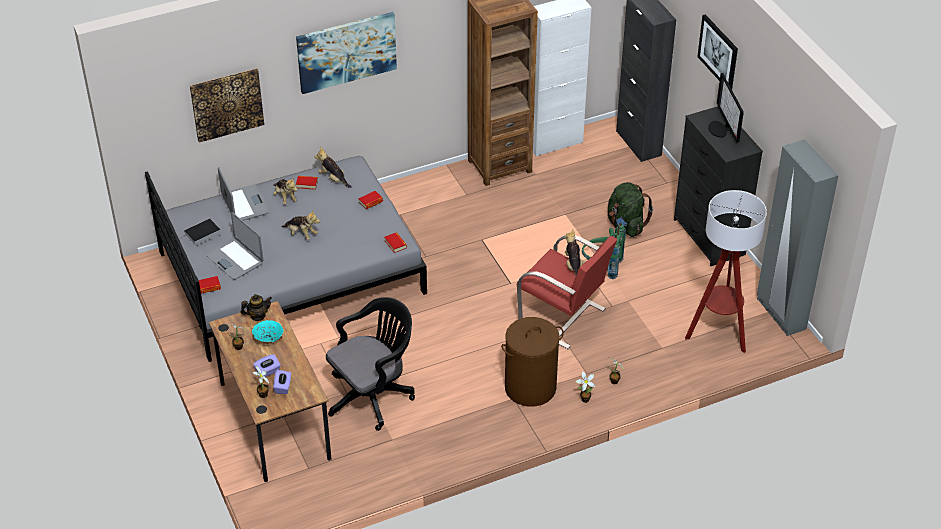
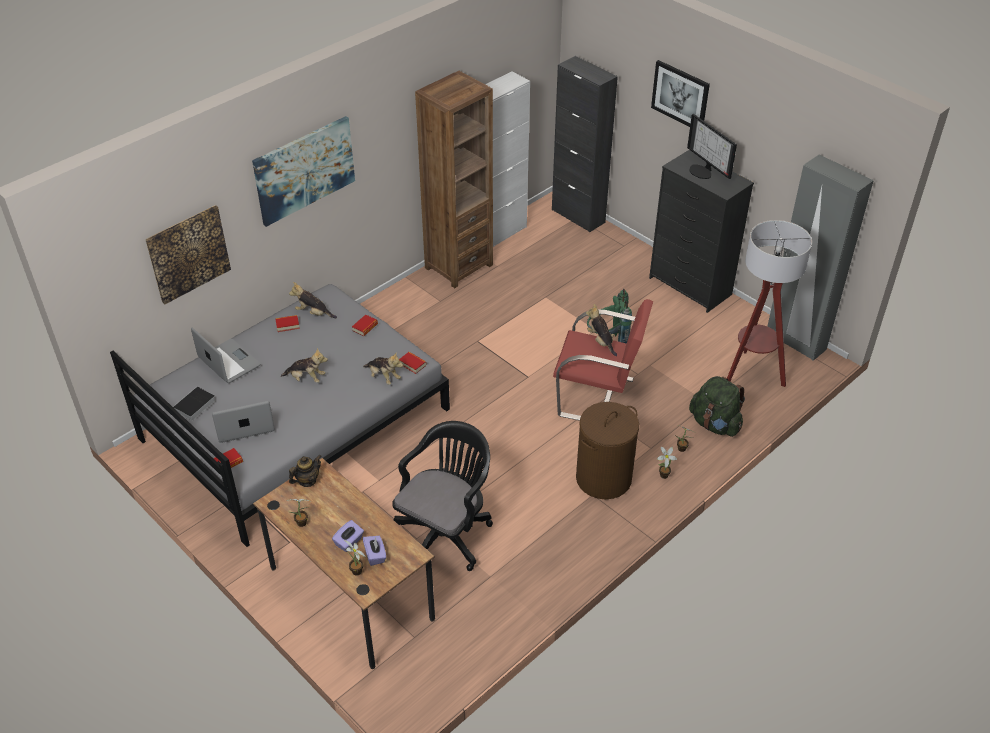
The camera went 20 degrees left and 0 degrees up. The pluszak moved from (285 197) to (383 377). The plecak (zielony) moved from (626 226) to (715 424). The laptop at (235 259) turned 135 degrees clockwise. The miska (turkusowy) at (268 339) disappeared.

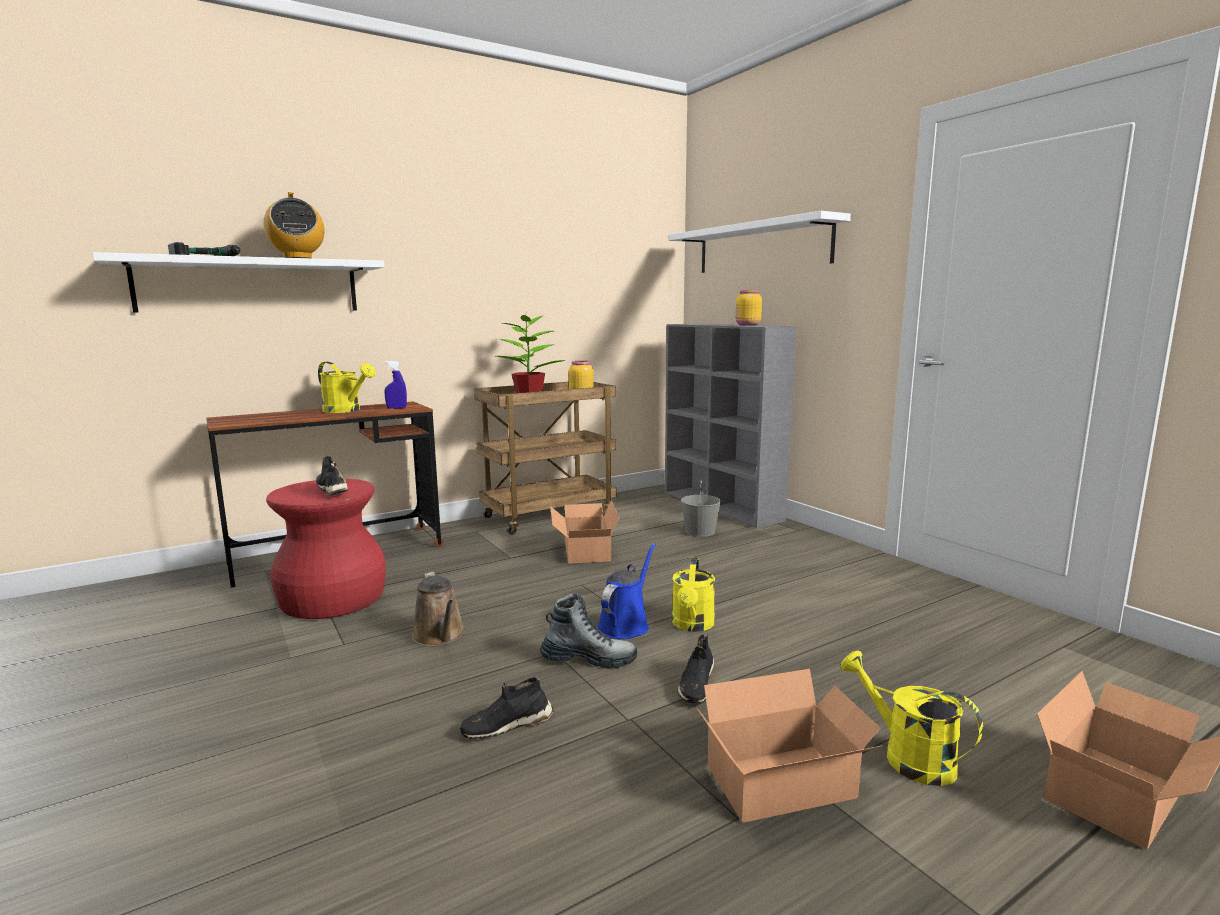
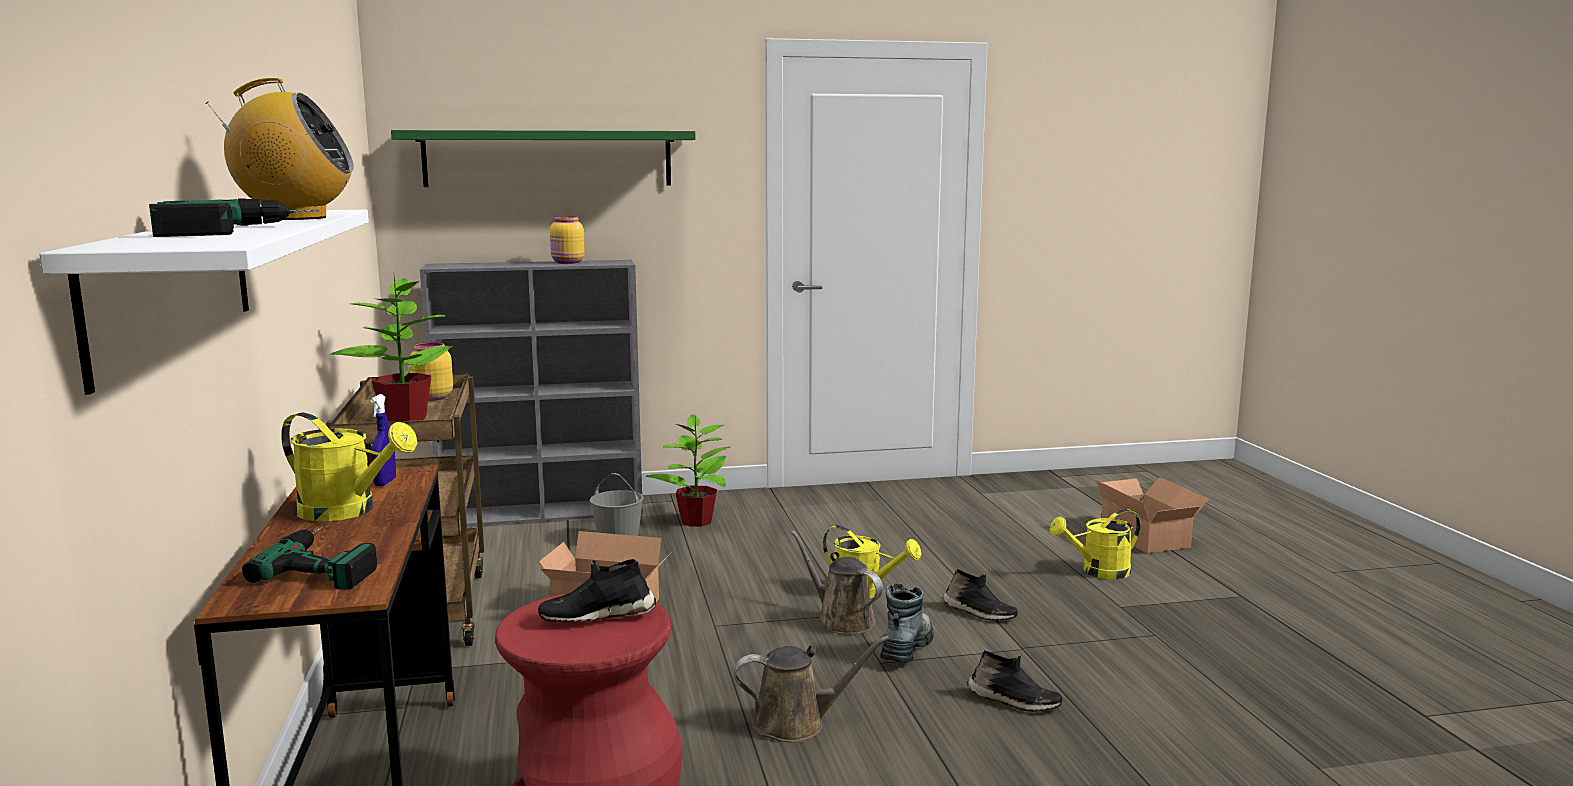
The camera went 70 degrees left and 0 degrees up. The półka (biały) at (761 247) became the półka (zielony) at (548 158). The konewka (żółty) at (346 411) turned 60 degrees clockwise. The konewka (niebieski) at (625 625) became the konewka (brązowy) at (841 620). The karton at (786 785) disappeared. The but (czarny) at (506 725) turned 60 degrees counterclockwise. The roślina doniczkowa at (696 521) appeared. The wiertarka at (329 563) appeared.

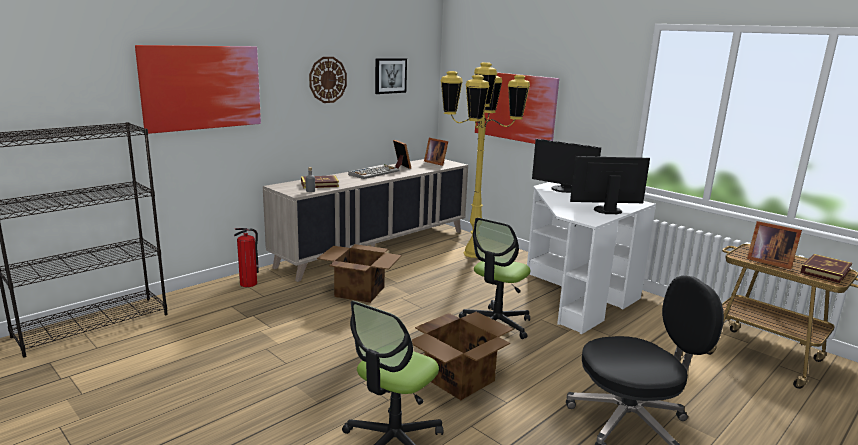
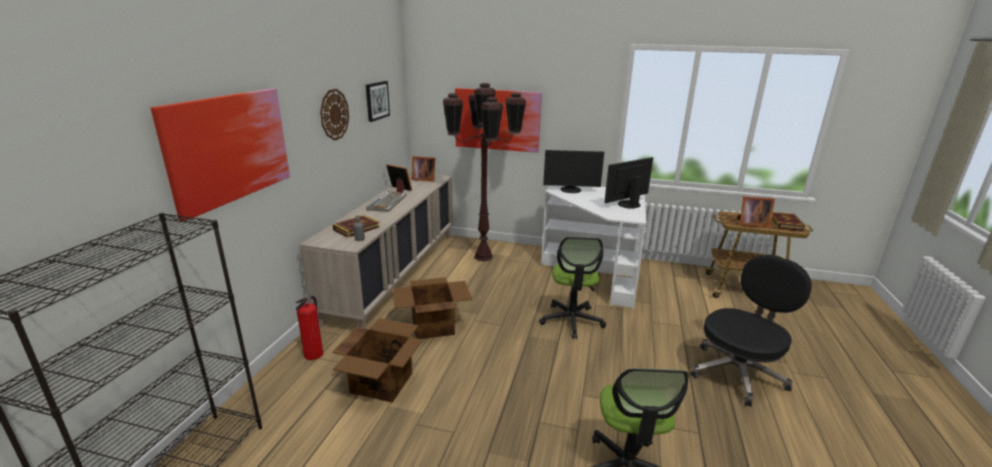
The camera went 30 degrees left and 5 degrees up. The lampa stojąca (żółty) at (474 254) became the lampa stojąca (brązowy) at (483 257). The karton moved from (460 379) to (382 382).

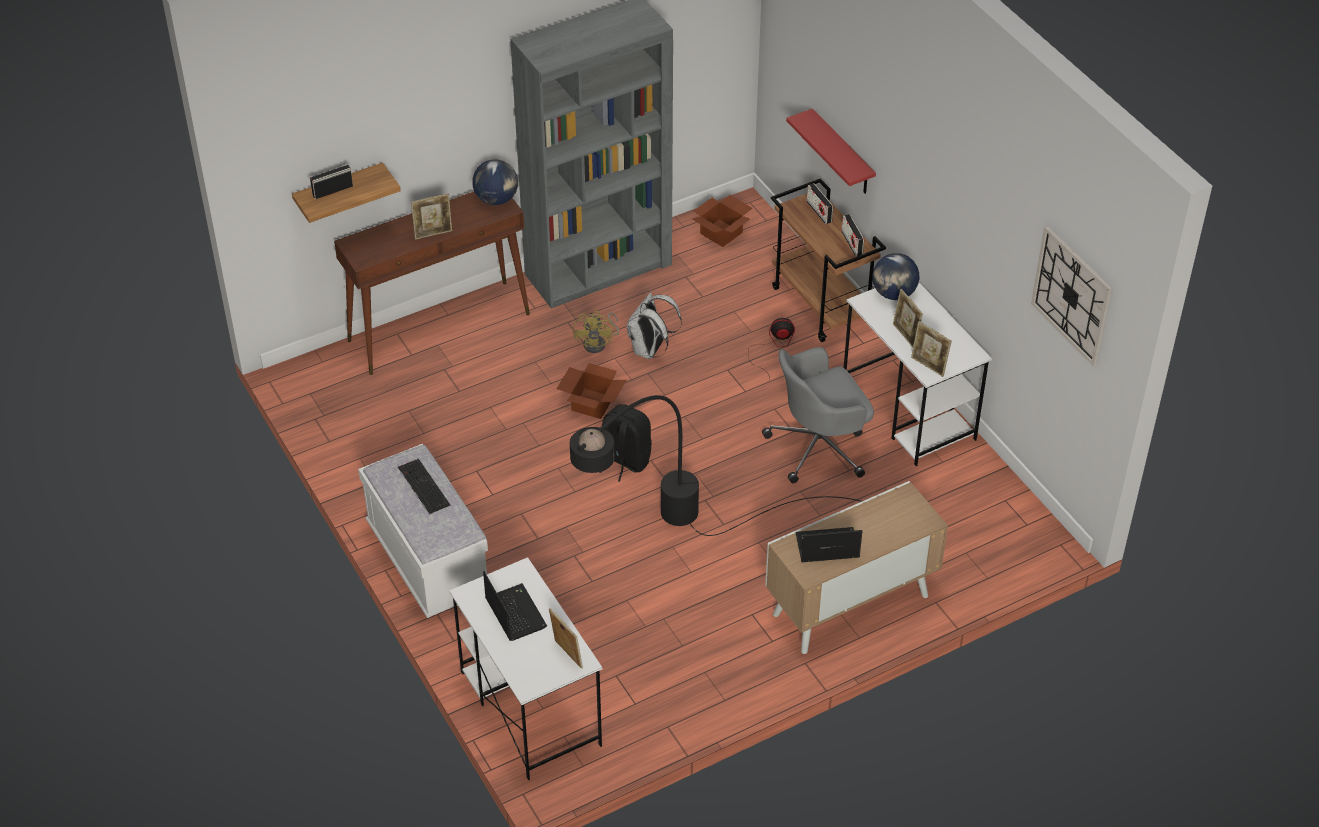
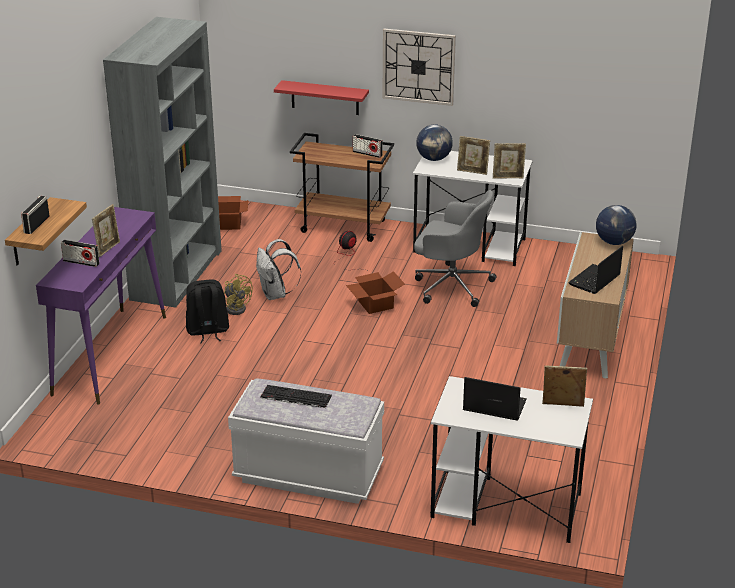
The camera went 45 degrees left and 15 degrees down. The globus moved from (496 199) to (614 242). The radio moved from (819 212) to (81 262). The stolik konsolowy (brązowy) at (440 327) became the stolik konsolowy (fioletowy) at (111 354). The zegar ścienny moved from (1072 295) to (418 66). The krzesło biurowe (szary) at (819 447) turned 90 degrees counterclockwise. The karton moved from (591 403) to (374 304). The lampa stojąca (czarny) at (672 550) disappeared. The plecak (czarny) moved from (624 461) to (207 331).

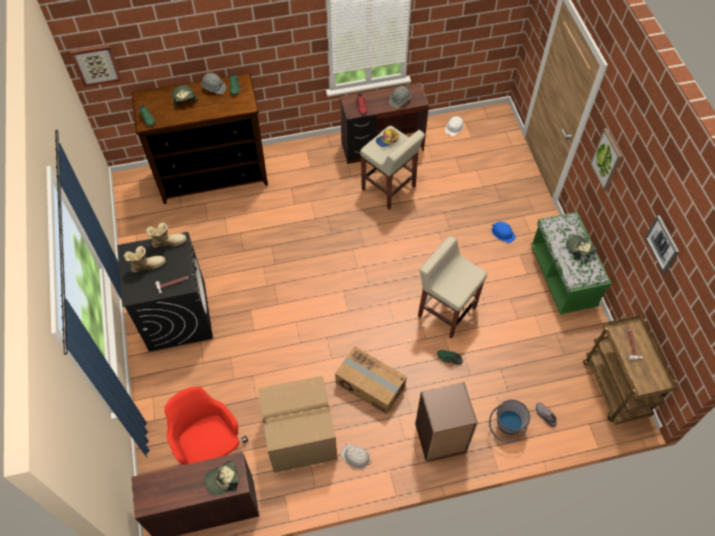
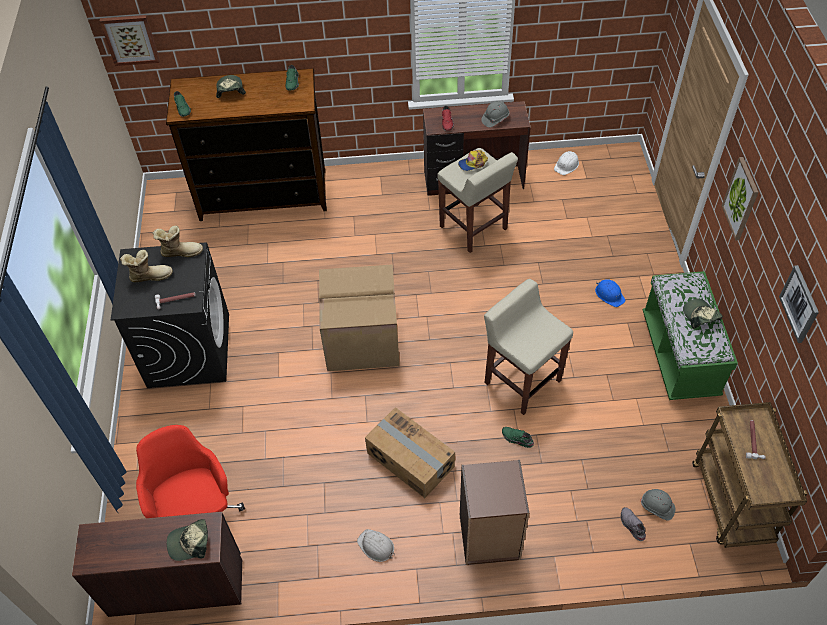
The camera went 10 degrees right and 5 degrees down. The kask (szary) moved from (214 88) to (657 507). The karton moved from (299 436) to (361 340). The wiadro (szary) at (506 428) disappeared.

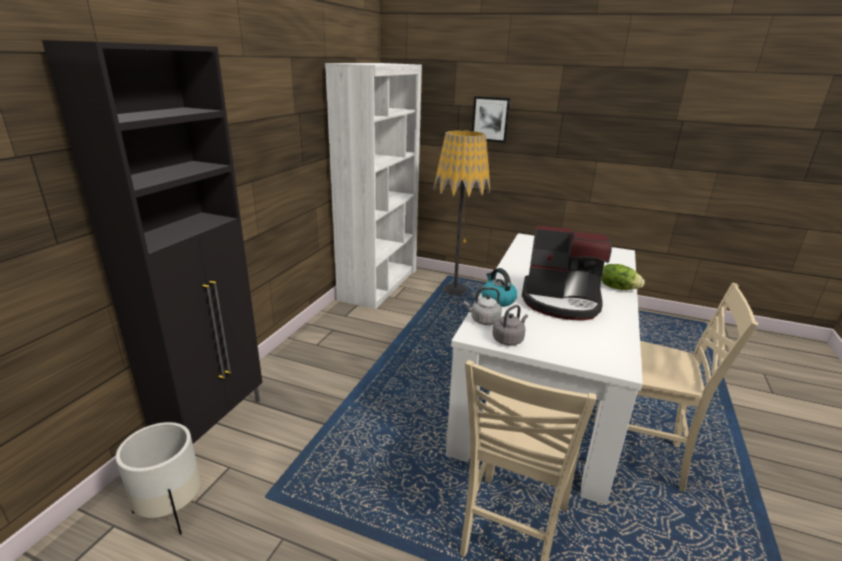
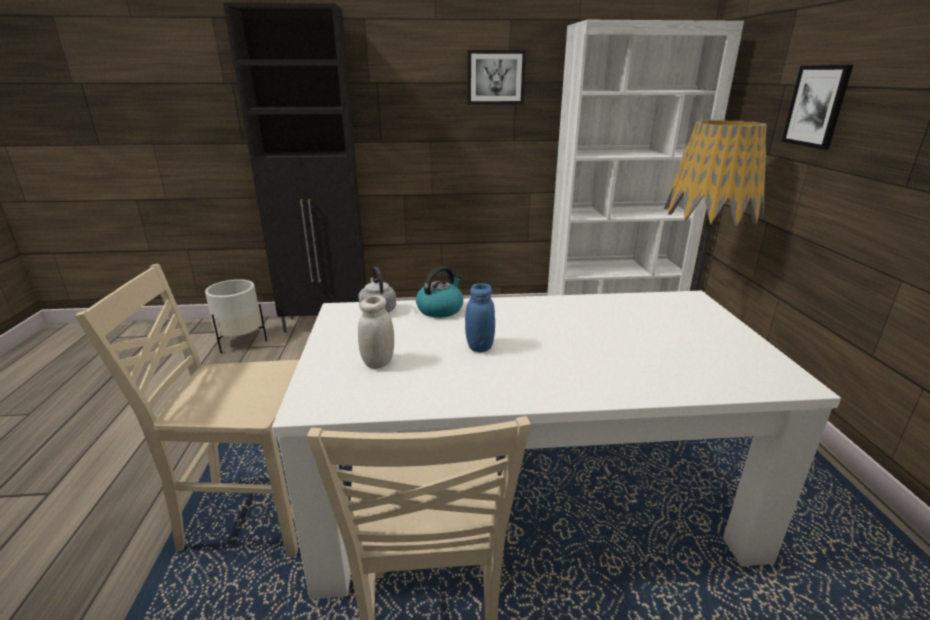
The camera went 65 degrees right and 0 degrees up. The ekspres do kawy at (561 301) was replaced by the słoik (niebieski) at (479 346). The sałata at (617 288) disappeared. The czajnik (szary) at (509 339) disappeared. The obraz at (495 77) appeared. The słoik (biały) at (378 362) appeared.

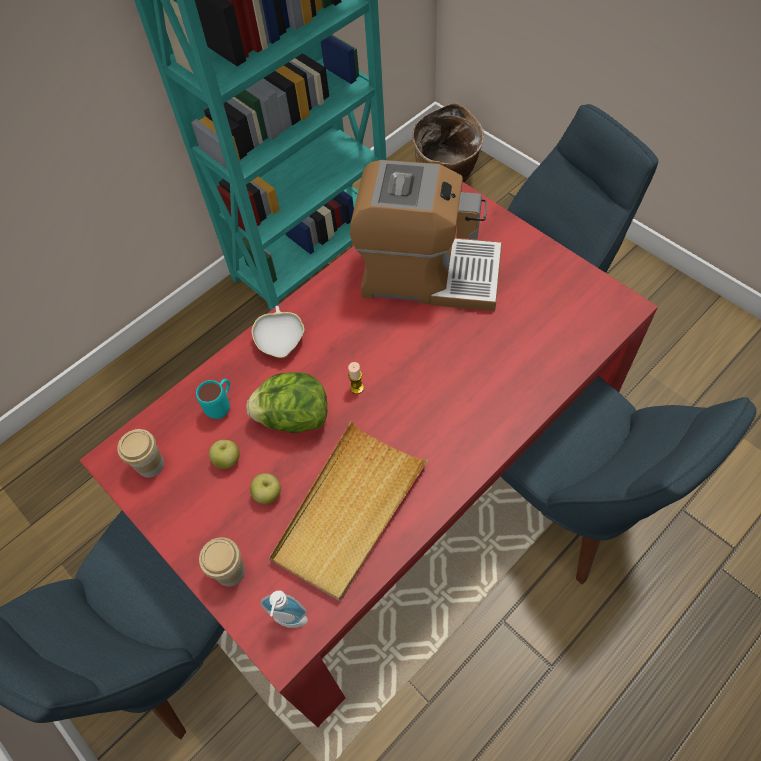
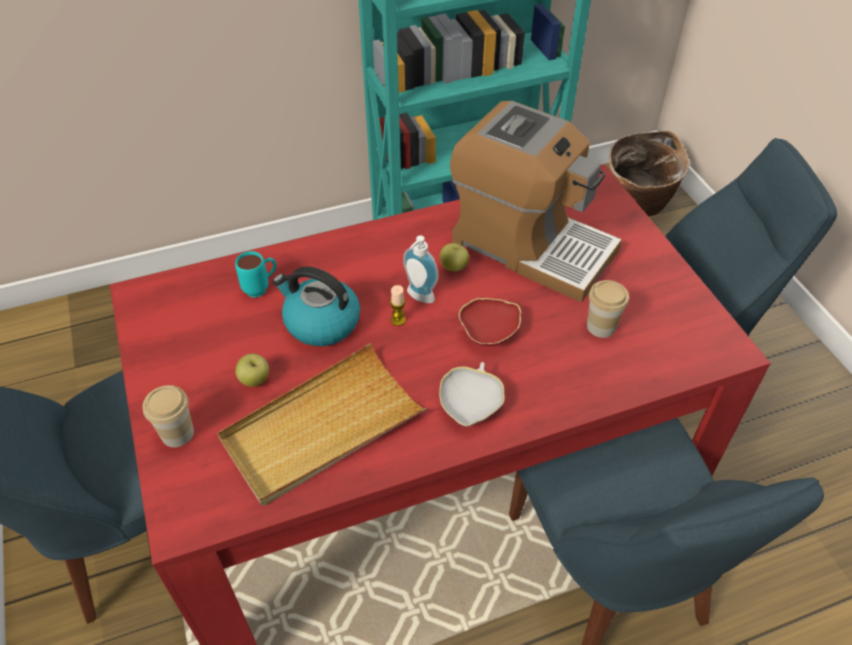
The camera went 20 degrees right and 10 degrees down. The miska (biały) moved from (280 340) to (470 404). The sałata at (293 417) was replaced by the czajnik at (321 322). The filiżanka moved from (150 465) to (601 326). The jabłko moved from (227 460) to (454 267). The dozownik mydła moved from (289 623) to (418 297). The miska (czerwony) at (487 331) appeared.

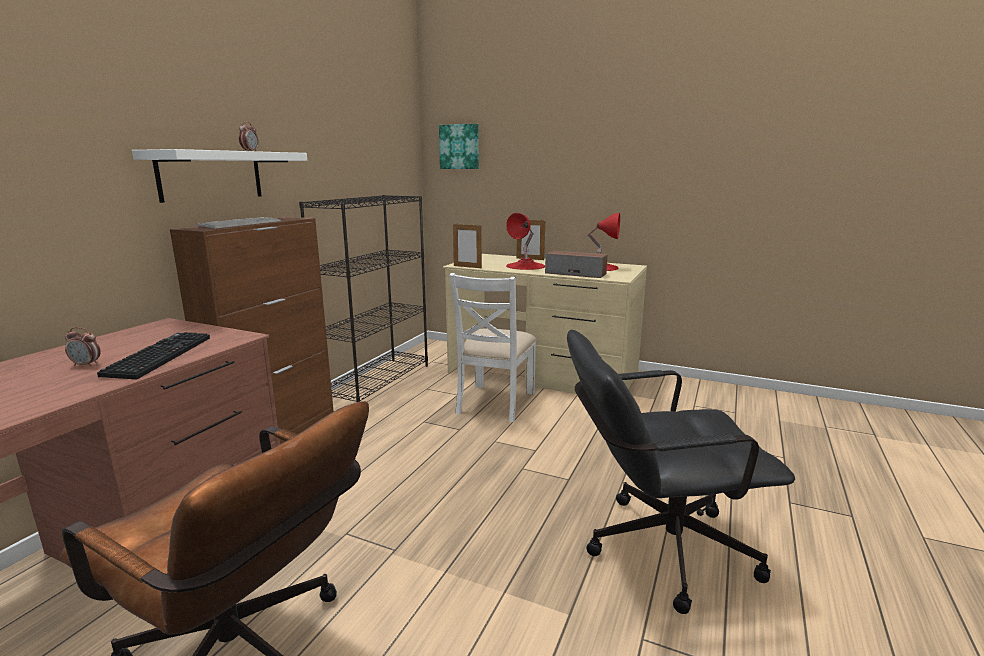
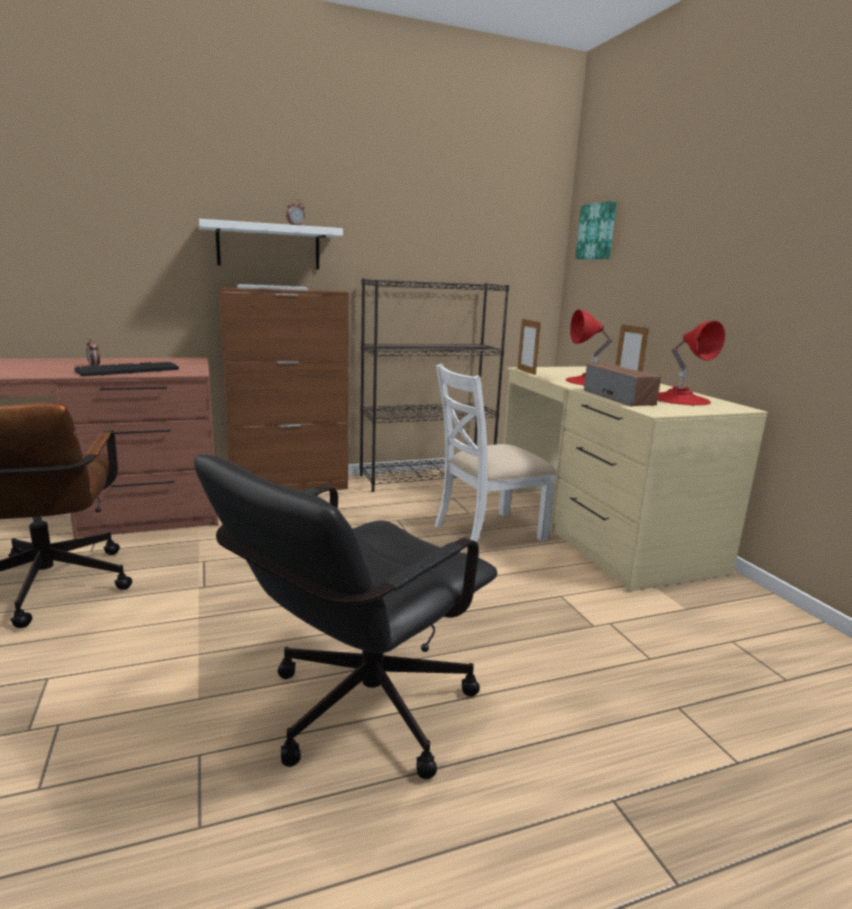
The camera went 45 degrees right and 0 degrees up. The krzesło biurowe (czarny) at (655 549) turned 90 degrees counterclockwise.

